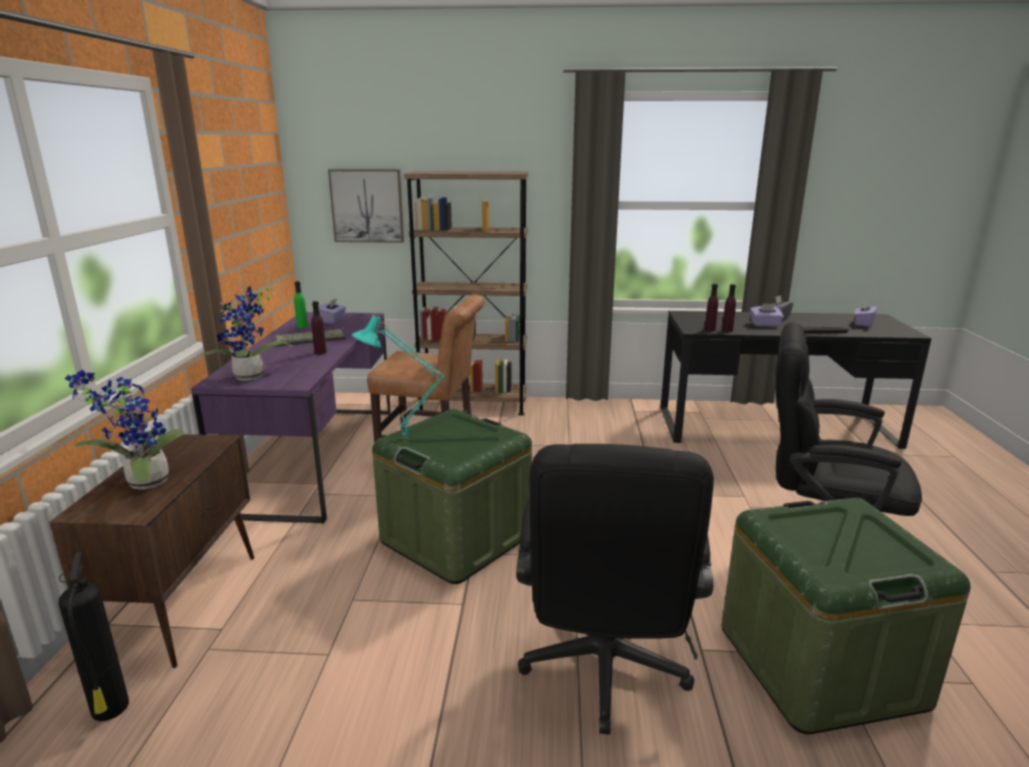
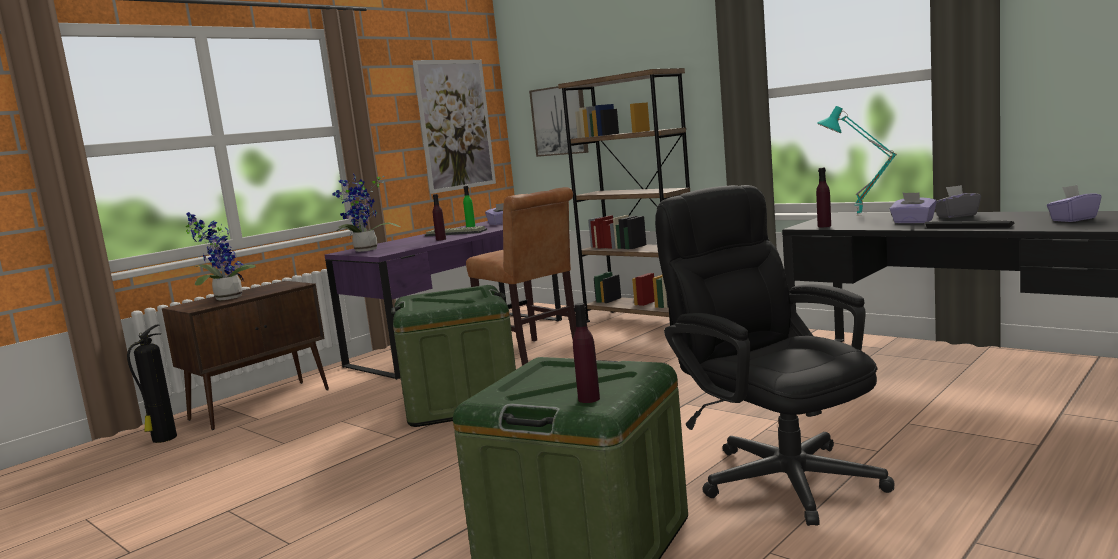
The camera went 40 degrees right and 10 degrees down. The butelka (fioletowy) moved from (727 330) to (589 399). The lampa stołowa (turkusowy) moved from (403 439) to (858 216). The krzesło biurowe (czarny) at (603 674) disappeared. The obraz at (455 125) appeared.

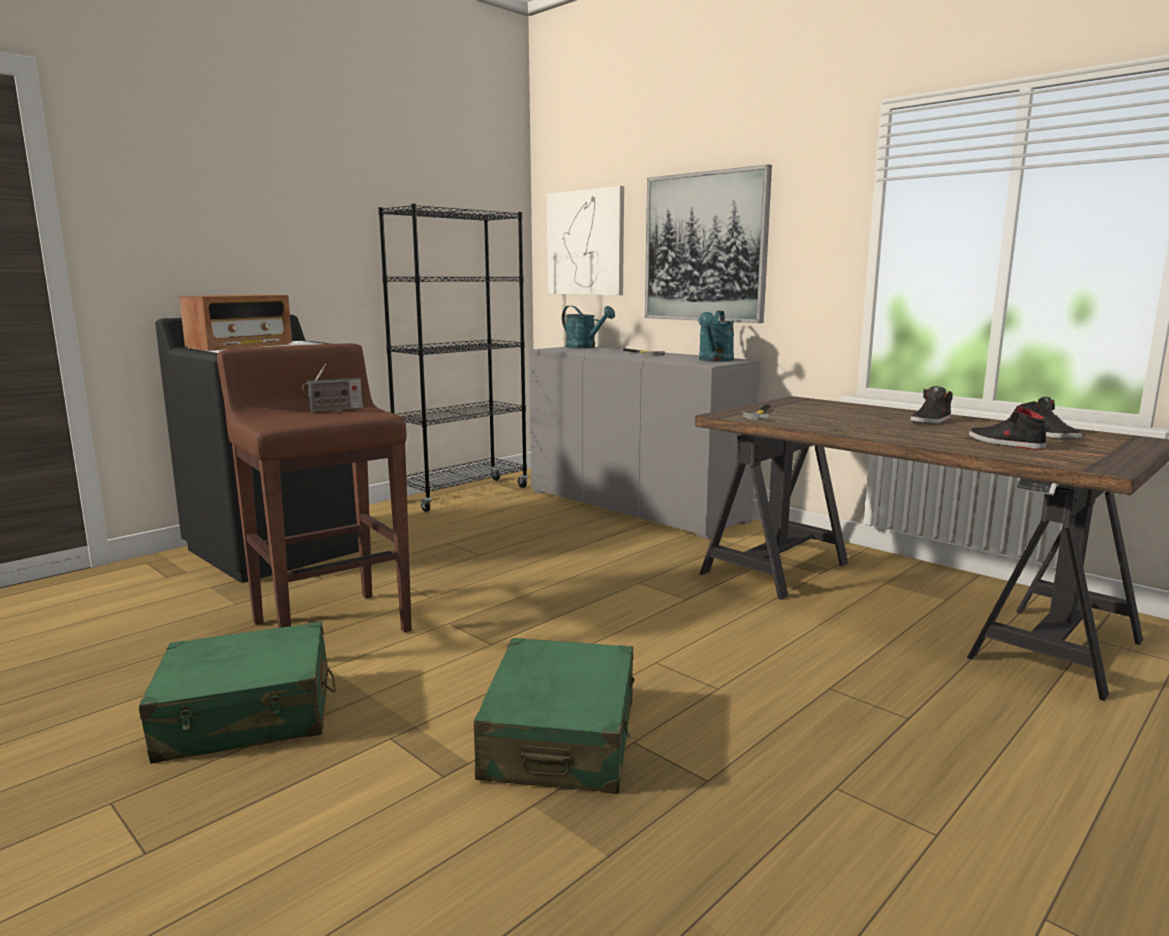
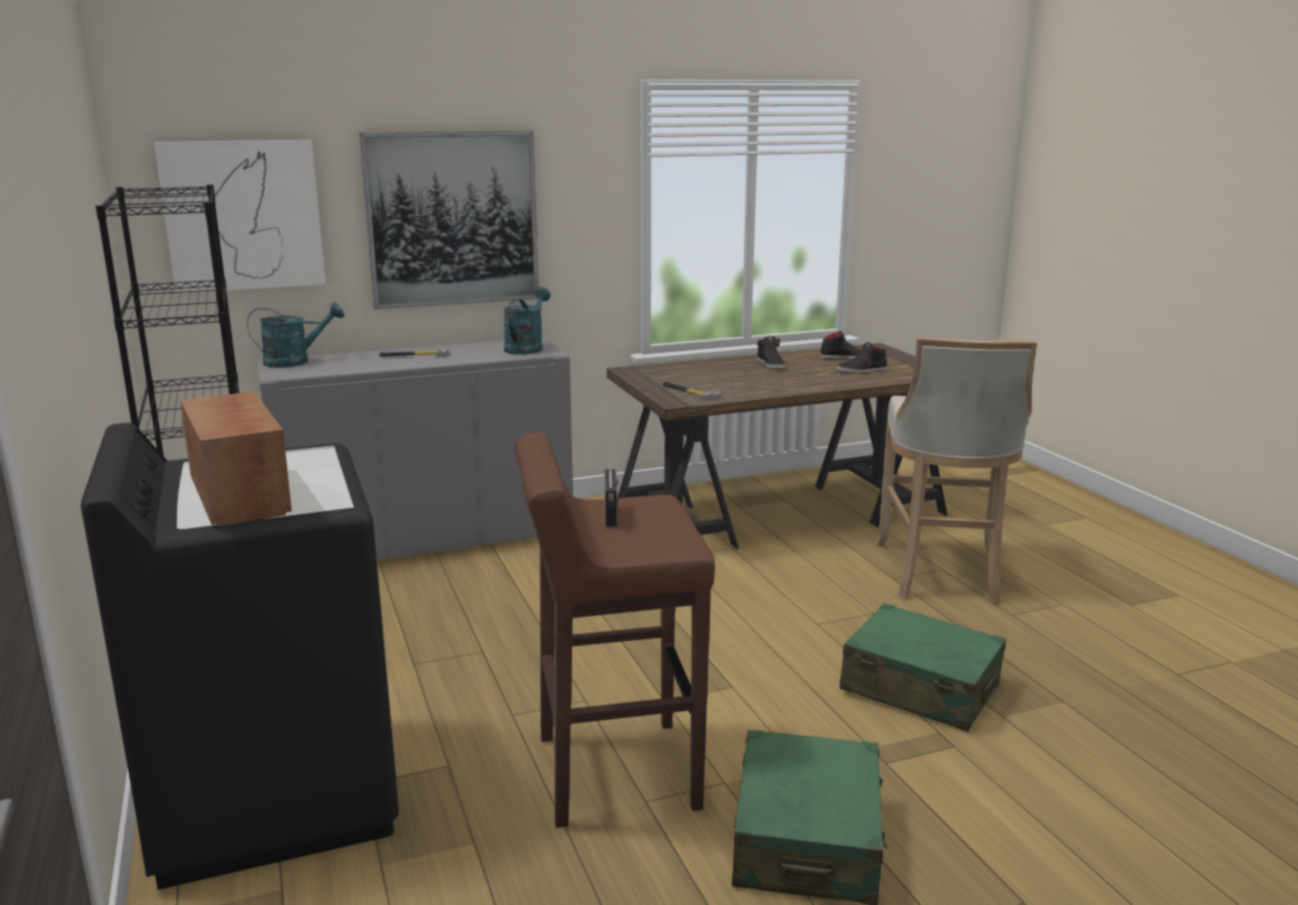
The camera went 65 degrees left and 5 degrees up. The konewka (turkusowy) at (714 360) turned 120 degrees counterclockwise. The stołek (beżowy) at (941 575) appeared.

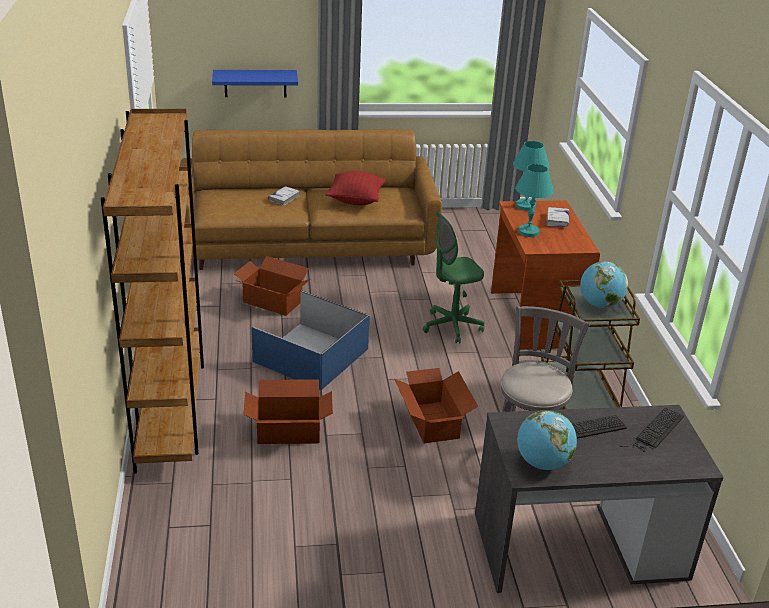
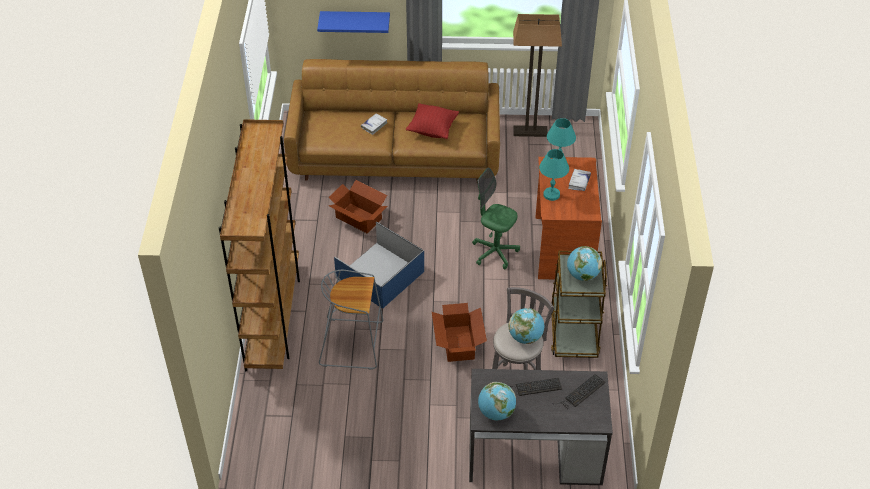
The camera went 10 degrees right and 15 degrees up. The krzesło biurowe (zielony) at (452 326) turned 45 degrees clockwise. The karton at (288 430) was replaced by the stołek (szary) at (353 343). The lampa stojąca at (530 132) appeared. The globus at (525 337) appeared.

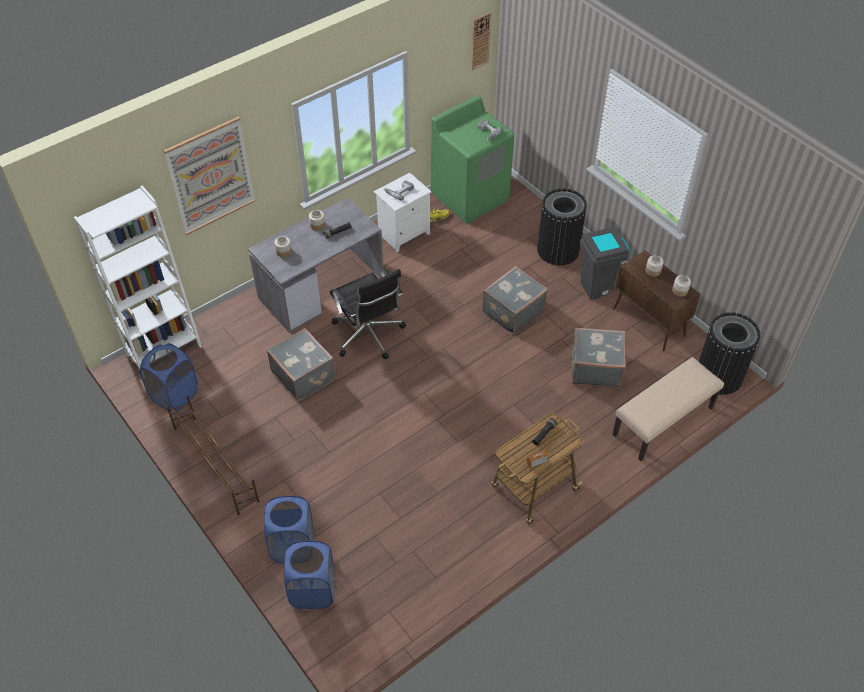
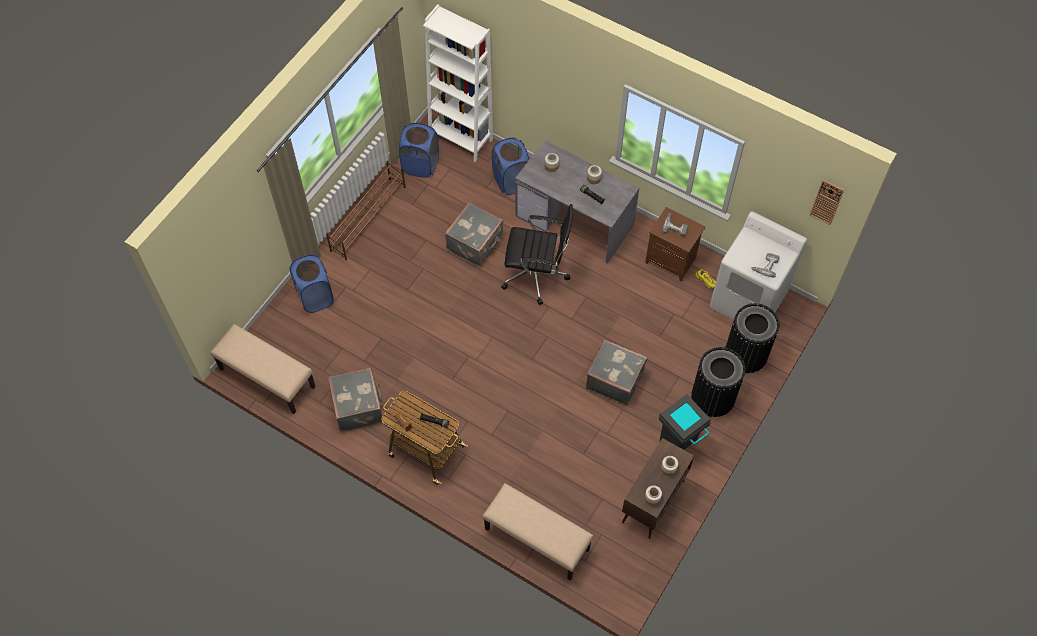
The camera went 70 degrees right and 10 degrees up. The pralka (zielony) at (470 197) became the pralka (biały) at (748 300). The obraz at (211 176) disappeared. The szafka nocna (biały) at (404 233) became the szafka nocna (brązowy) at (672 260). The krzesło biurowe (czarny) at (368 336) turned 120 degrees counterclockwise. The kosz na śmieci (czarny) moved from (718 376) to (745 354). The walizka (szary) moved from (595 367) to (358 406). The kosz na pranie (niebieski) moved from (313 590) to (511 181). The ławka (beżowy) at (266 378) appeared.

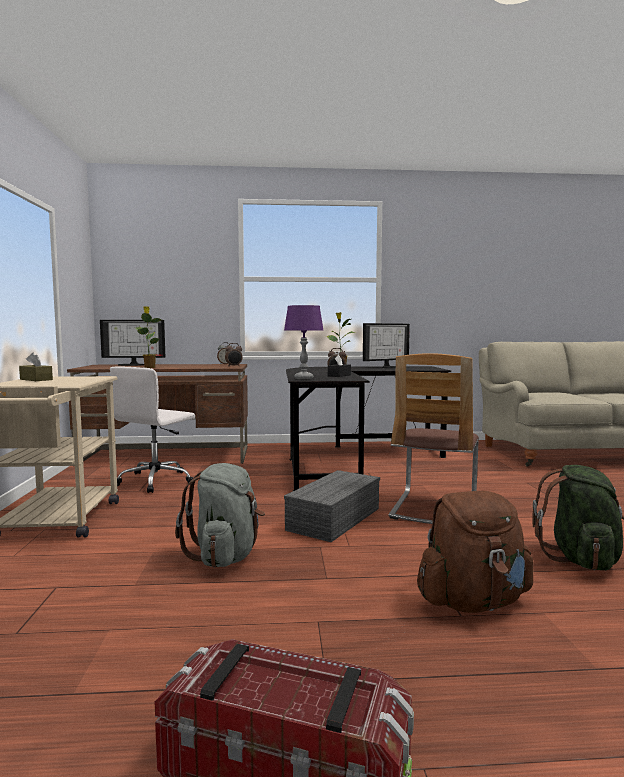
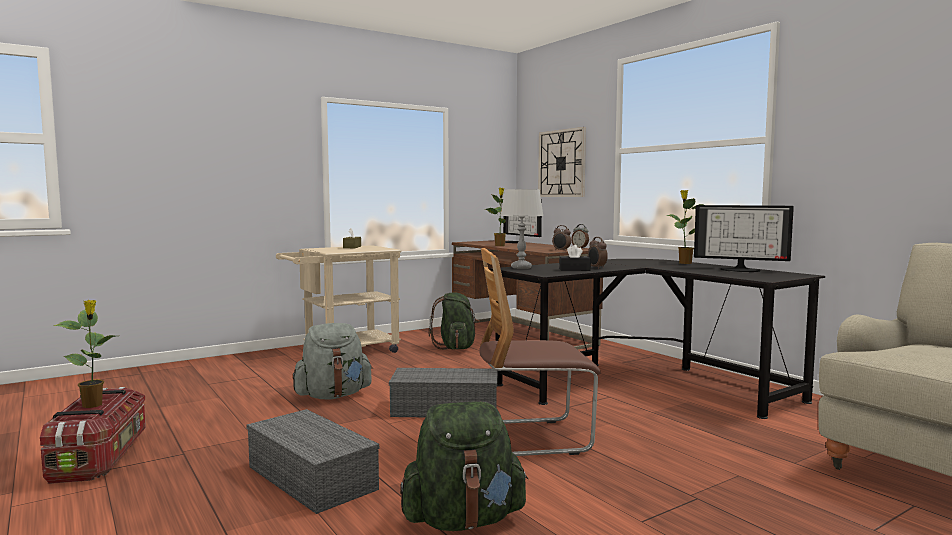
The camera went 60 degrees right and 0 degrees up. The lampa stołowa (fioletowy) at (304 378) became the lampa stołowa (szary) at (521 267). The krzesło biurowe (biały) at (156 481) was replaced by the plecak (zielony) at (456 348). The plecak (brązowy) at (473 602) was replaced by the pojemnik do przechowywania (szary) at (314 478). The zegar ścienny at (562 163) appeared. The roślina doniczkowa at (93 405) appeared.

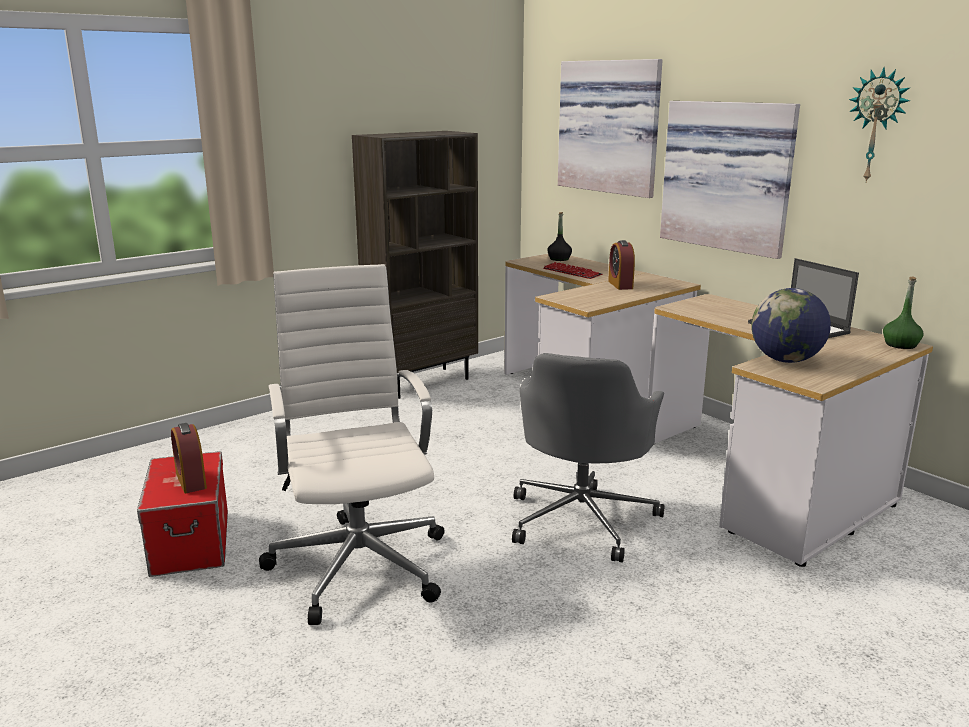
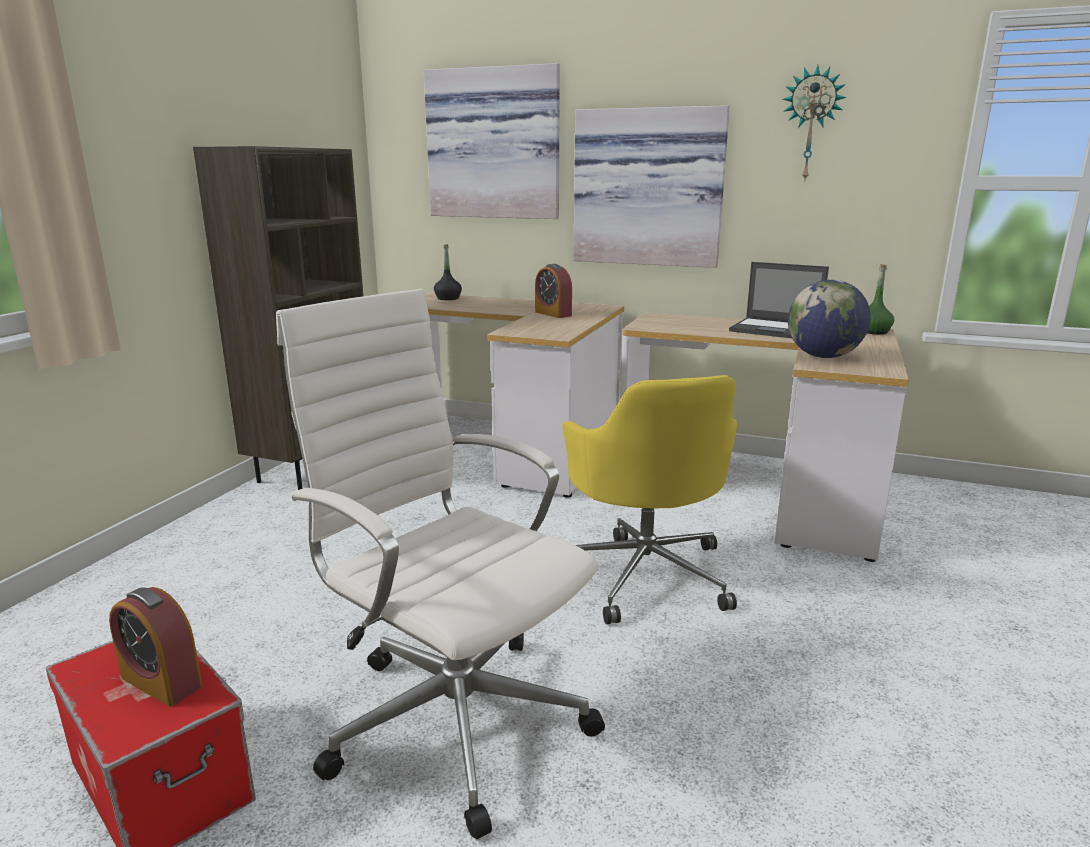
The camera went 30 degrees left and 0 degrees up. The klawiatura at (572 272) disappeared. The krzesło biurowe (szary) at (582 519) became the krzesło biurowe (żółty) at (645 574).

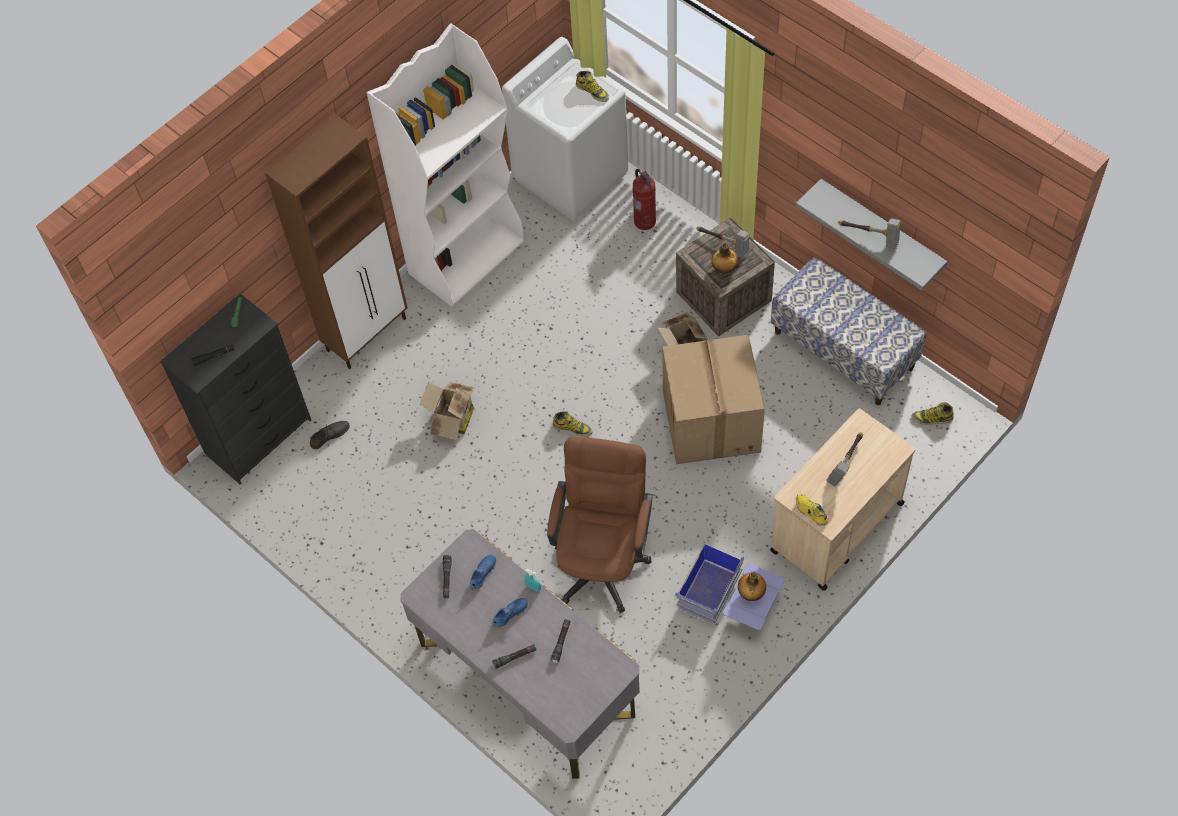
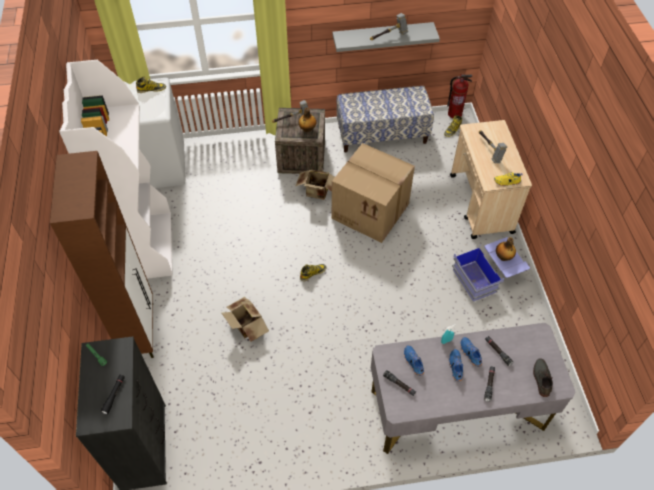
The camera went 55 degrees left and 5 degrees down. The gaśnica moved from (644 221) to (454 114). The but (szary) moved from (329 435) to (541 378). The krzesło biurowe (brązowy) at (603 558) disappeared. The but (niebieski) at (470 353) appeared.

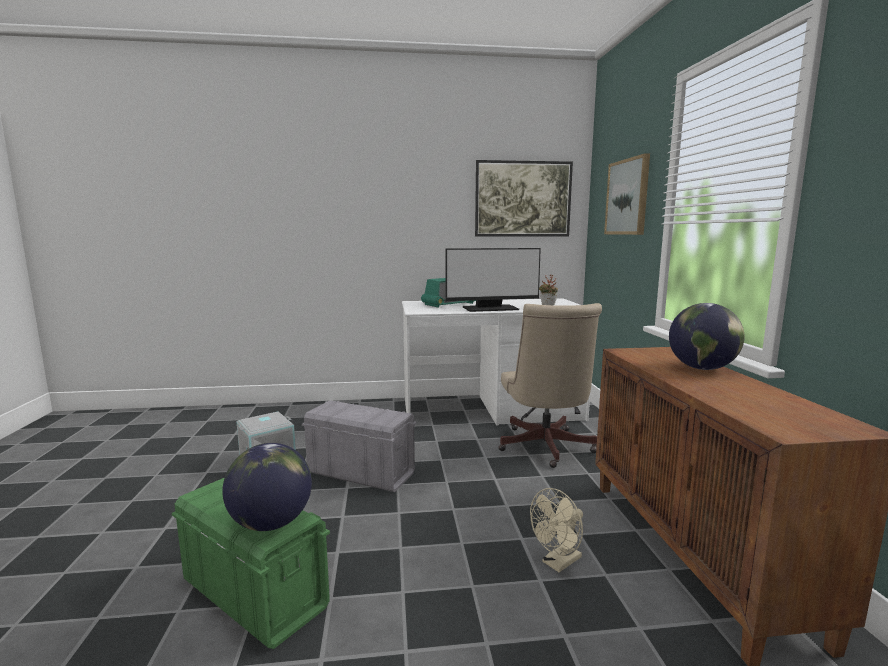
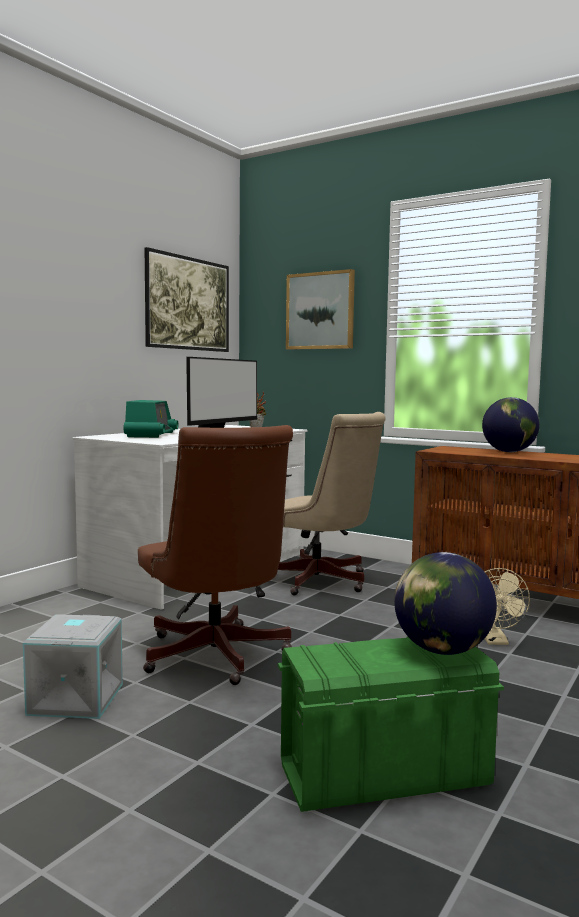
The camera went 50 degrees left and 5 degrees down. The pojemnik do przechowywania (szary) at (361 472) was replaced by the krzesło biurowe (brązowy) at (216 658).

